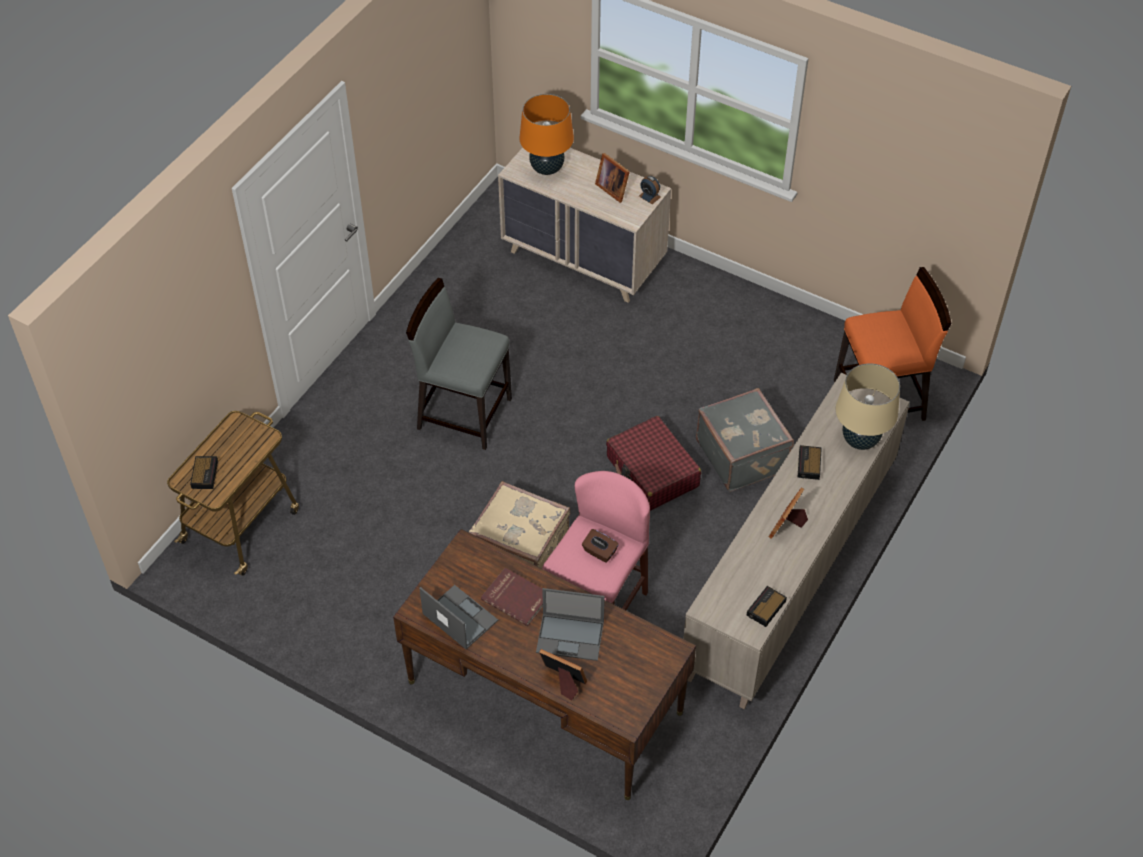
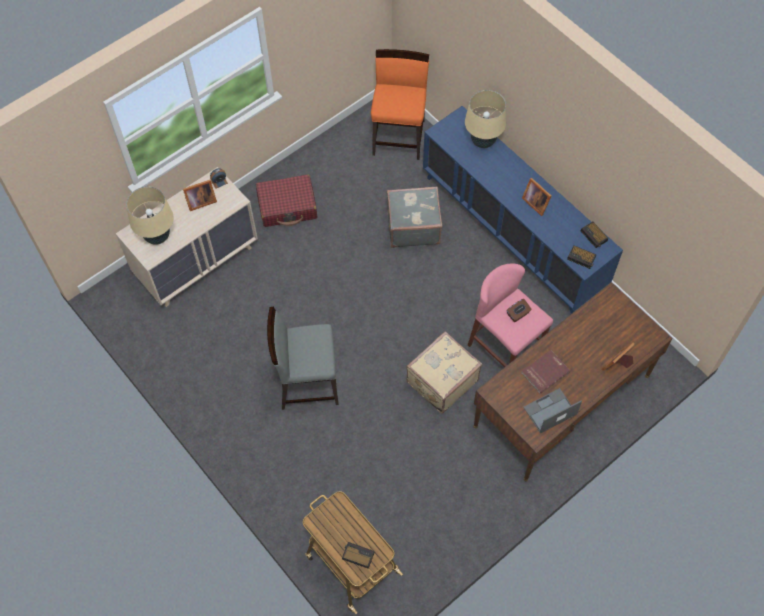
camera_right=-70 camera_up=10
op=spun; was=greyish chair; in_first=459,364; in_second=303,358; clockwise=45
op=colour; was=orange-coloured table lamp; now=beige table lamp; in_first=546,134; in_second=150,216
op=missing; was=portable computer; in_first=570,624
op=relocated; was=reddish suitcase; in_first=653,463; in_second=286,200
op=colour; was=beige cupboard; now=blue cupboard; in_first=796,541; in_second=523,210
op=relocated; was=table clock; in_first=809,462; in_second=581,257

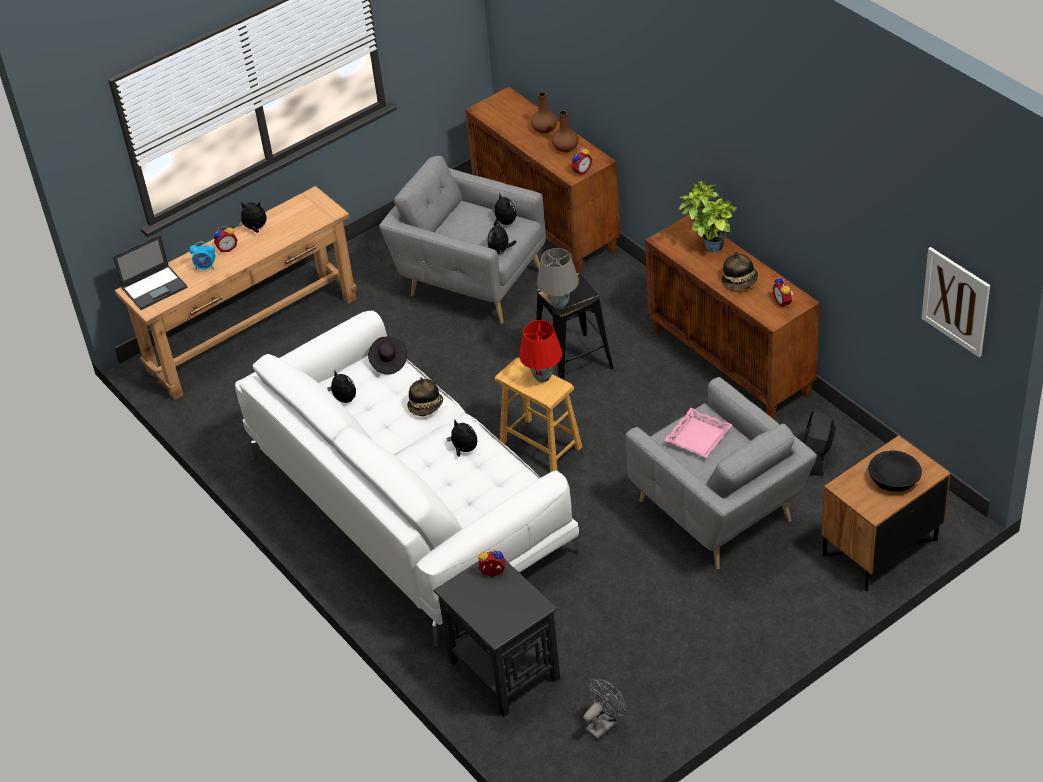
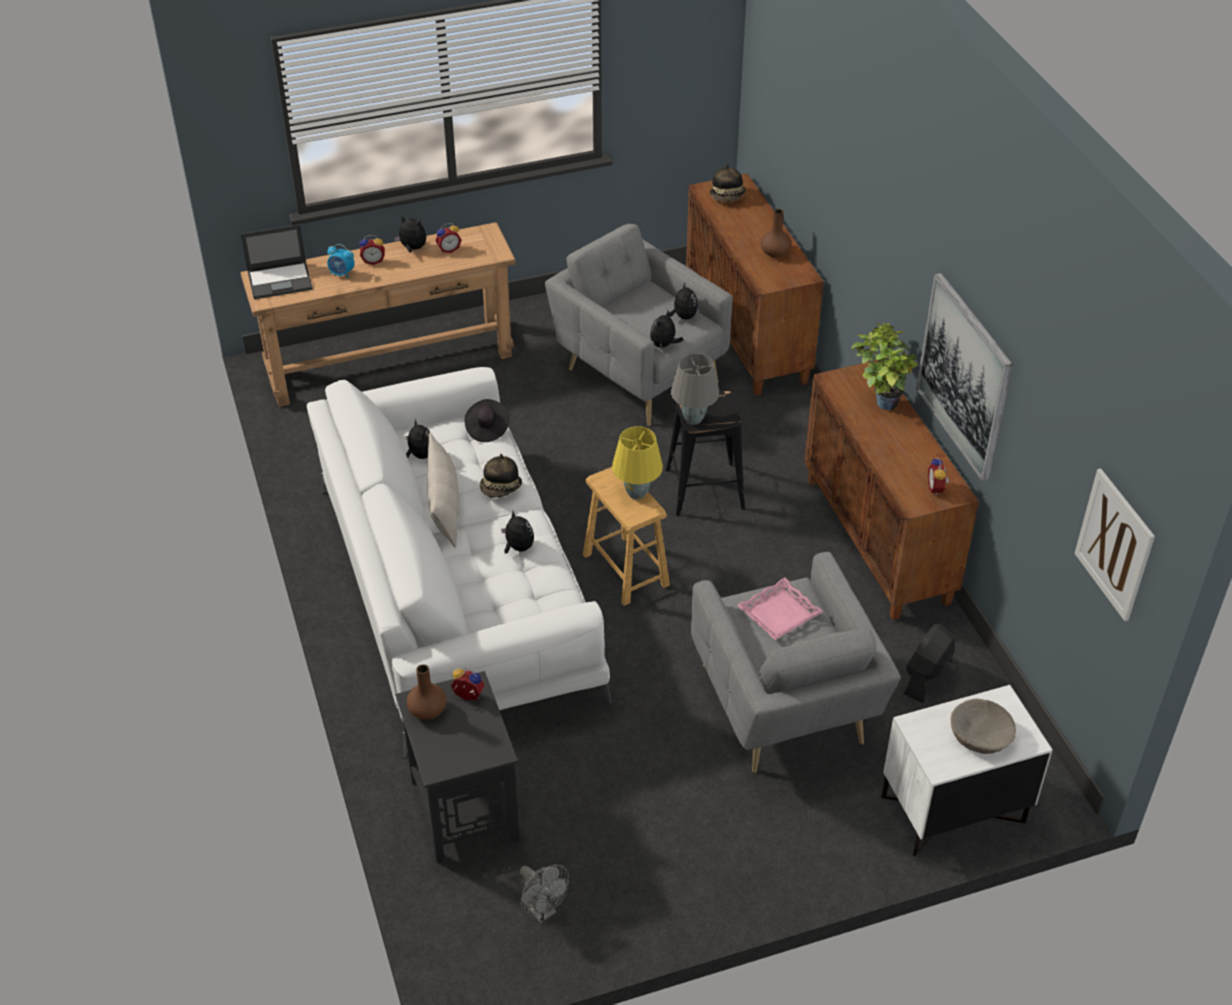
camera_right=15 camera_up=0
op=colour; was=reddish table lamp; now=yellowish table lamp; in_first=540,351; in_second=637,463
op=relocated; was=brown-coloured flower vase; in_first=544,113; in_second=427,692
op=relocated; was=table clock; in_first=581,161; in_second=448,238
op=spun; was=greyish cooling fan; in_first=604,709; in_second=544,894; clockwise=75
op=relocated; was=wearable hat; in_first=740,271; in_second=727,183
op=colour; was=brown-coloured night table; now=whitish night table; in_first=885,513; in_second=966,770
op=colour; was=black deep dish; now=beige deep dish; in_first=895,471; in_second=983,726
op=appeared; now=beige cushion; in_second=443,490
op=appeared; now=picture; in_second=964,377

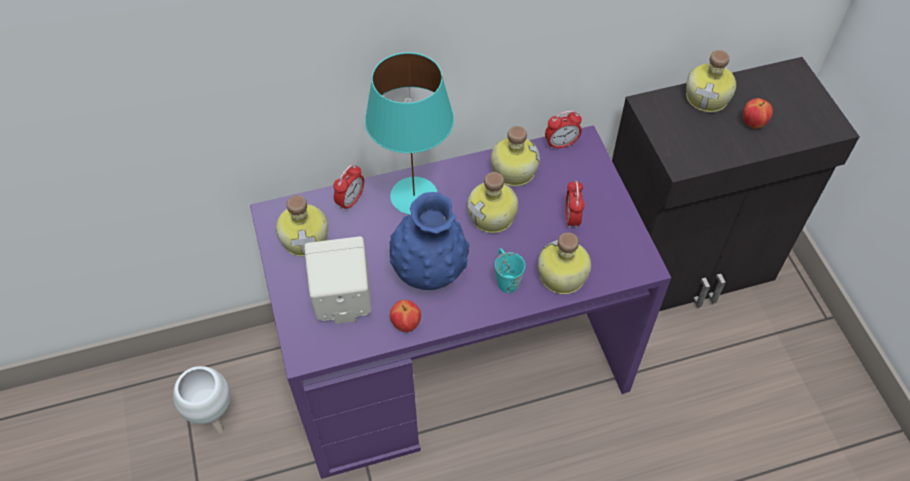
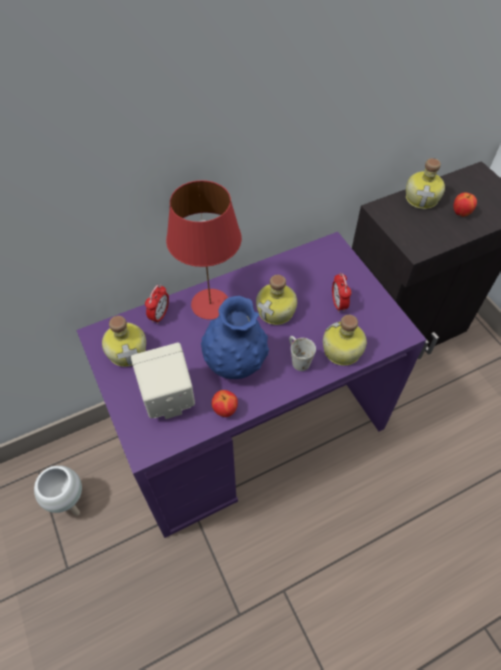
camera_right=-10 camera_up=0
op=colour; was=blue-green table lamp; now=reddish table lamp; in_first=409,133; in_second=204,250
op=missing; was=drink bottle; in_first=515,156
op=colour; was=blue-green coffee mug; now=whitish coffee mug; in_first=510,270; in_second=302,353
op=missing; was=table clock; in_first=563,130

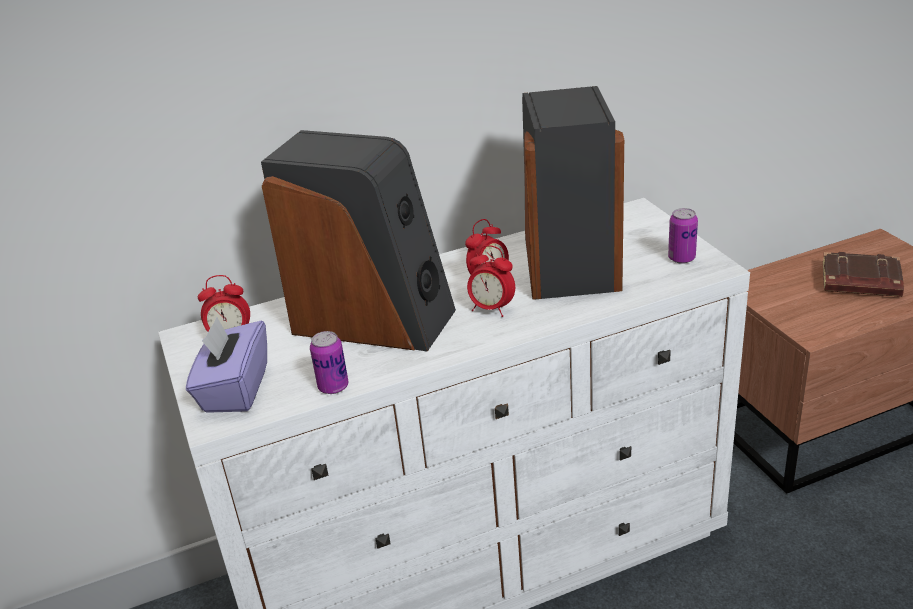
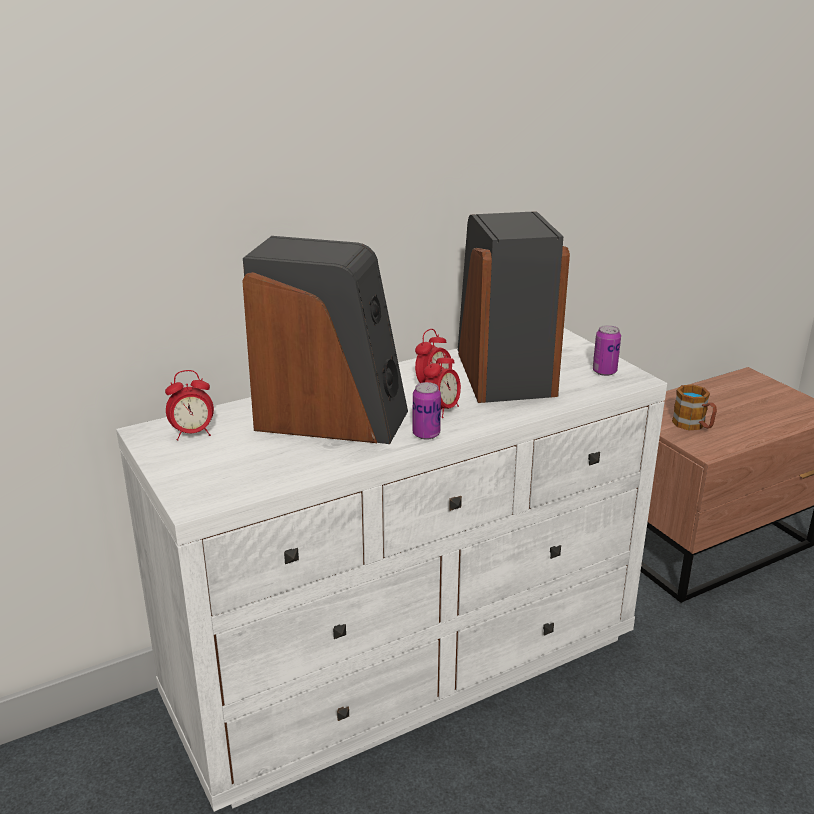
camera_right=-10 camera_up=-5
op=missing; was=purple-coloured tissue holder; in_first=226,365
op=relocated; was=can; in_first=329,362; in_second=427,411
op=spun; was=table clock; in_first=491,281; in_second=442,383; clockwise=-75
op=missing; was=brown-coloured book; in_first=863,274
op=appeared; now=coffee mug; in_second=694,407

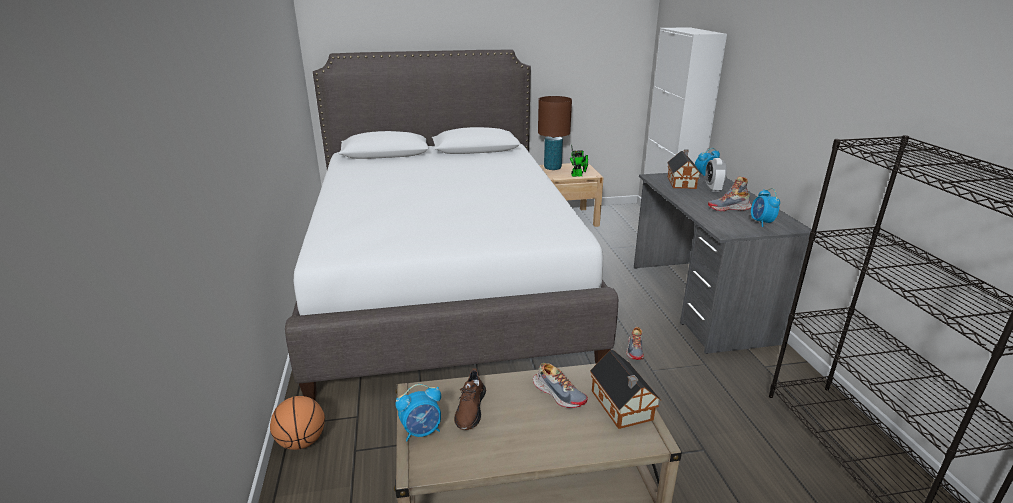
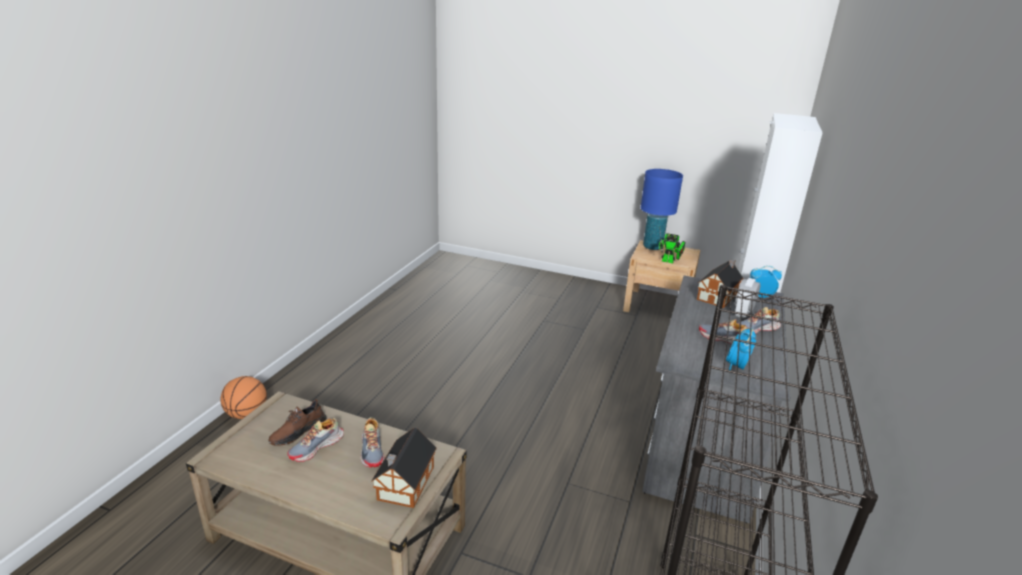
camera_right=30 camera_up=0
op=missing; was=whitish bedroom bed; in_first=451,225
op=missing; was=table clock; in_first=418,413
op=colour; was=brown-coloured table lamp; now=blue table lamp; in_first=555,133; in_second=662,209
op=relocated; was=item of footwear; in_first=635,343; in_second=315,440

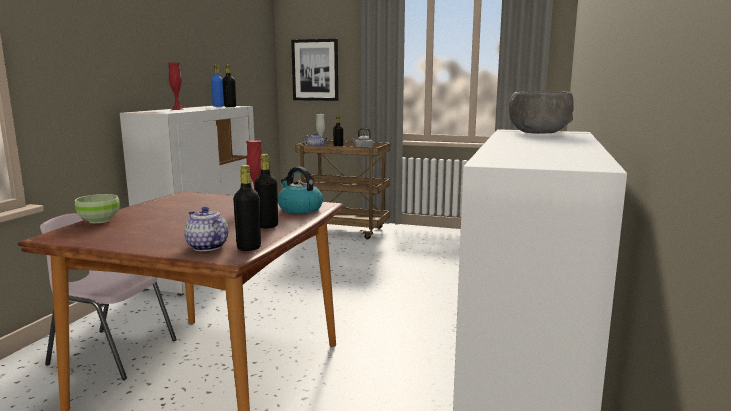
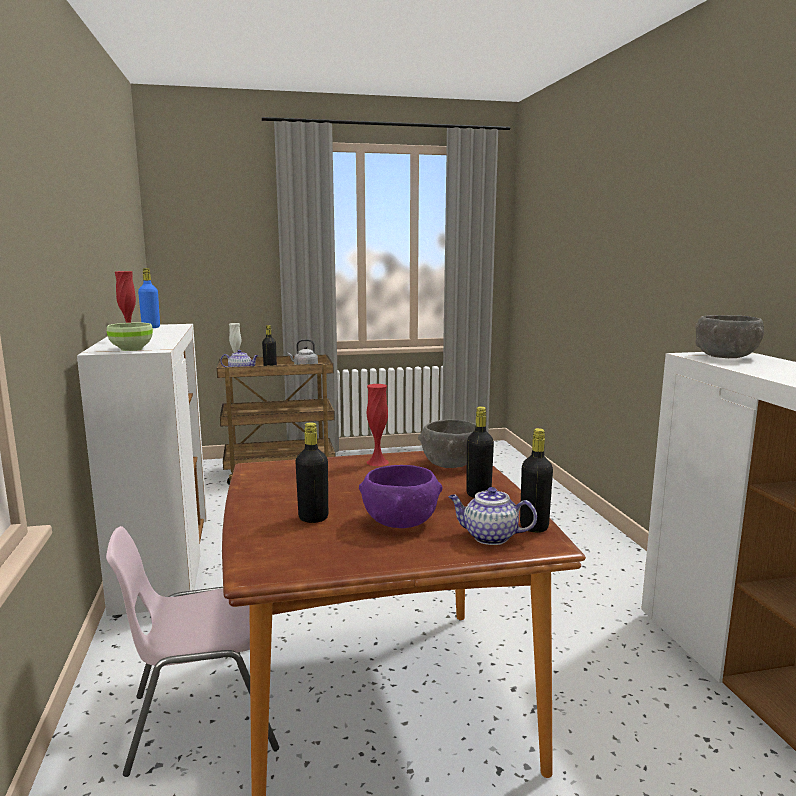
camera_right=-30 camera_up=0
op=relocated; was=greenish deep dish; in_first=97,208; in_second=130,337
op=relocated; was=black drink bottle; in_first=229,85; in_second=311,472
op=exchanged; was=kettle; now=greyish deep dish; in_first=300,190; in_second=447,443
op=missing; was=picture; in_first=314,70
op=appeared; now=purple-coloured deep dish; in_second=400,496

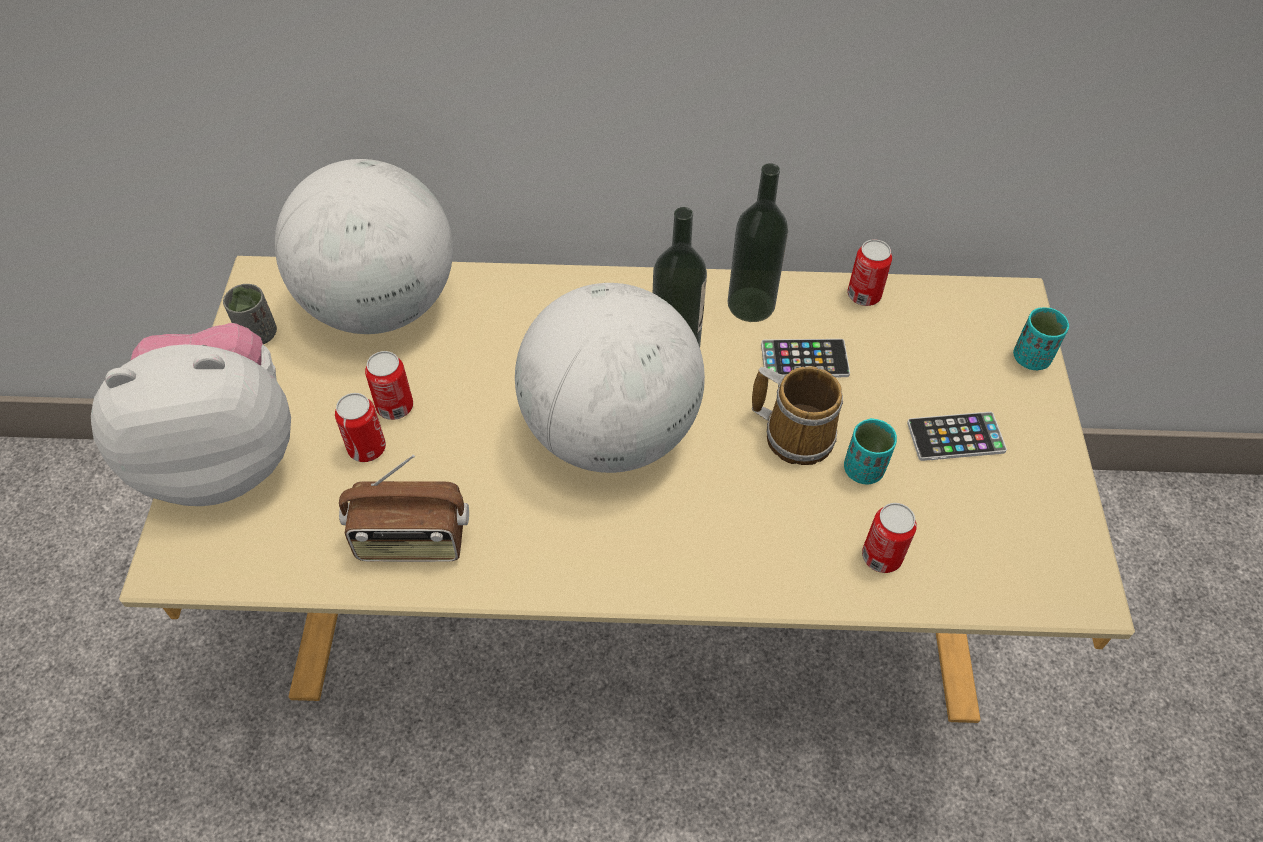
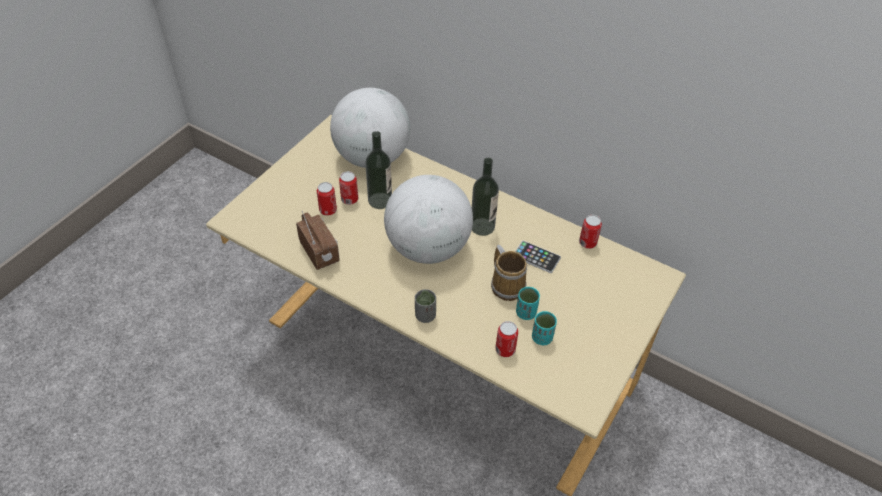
camera_right=30 camera_up=-5
op=missing; was=soft toy; in_first=191,414
op=relocated; was=greyish cup; in_first=250,314; in_second=425,306
op=spun; was=radio set; in_first=404,508; in_second=318,240; clockwise=-150
op=relocated; was=drink bottle; in_first=758,242; in_second=378,170
op=missing; was=telephone; in_first=957,436
op=relocated; was=blue-green cup; in_first=1041,338; in_second=544,328

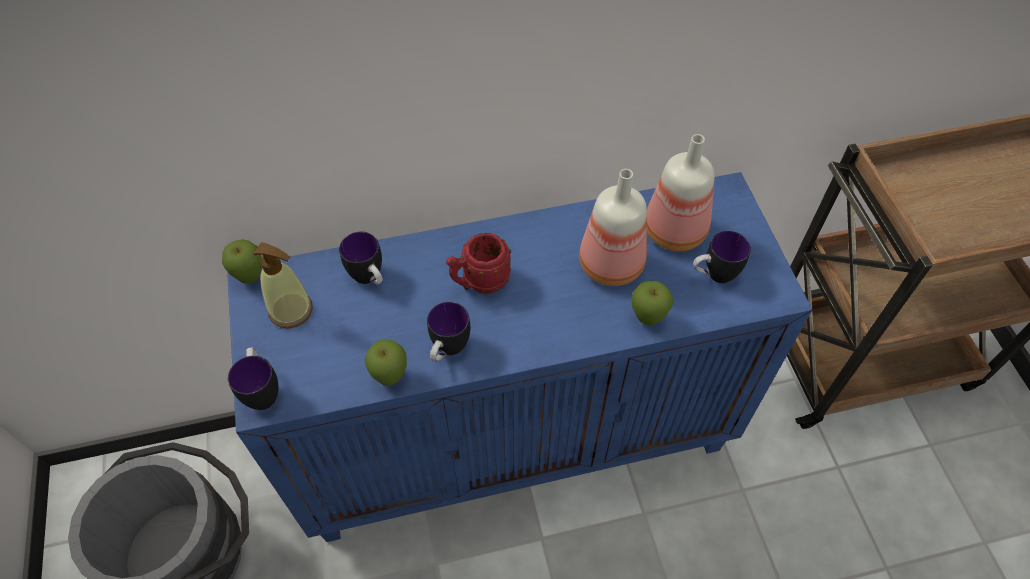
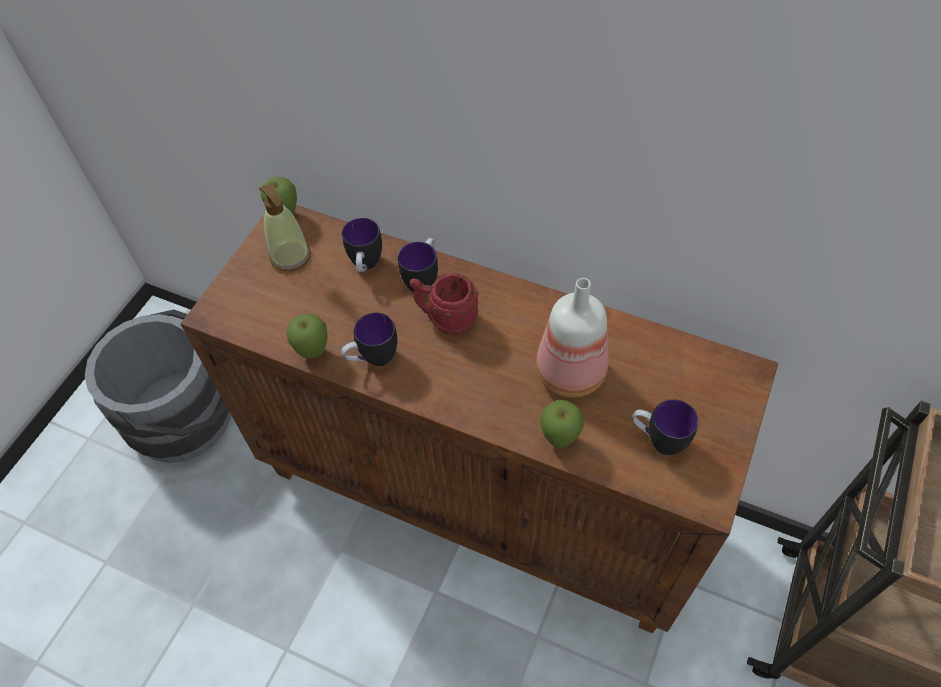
camera_right=40 camera_up=0
op=colour; was=blue cupboard; now=brown-coloured cupboard; in_first=519,357; in_second=479,419
op=relocated; was=coffee mug; in_first=253,378; in_second=418,265
op=missing; was=drink bottle; in_first=681,192

